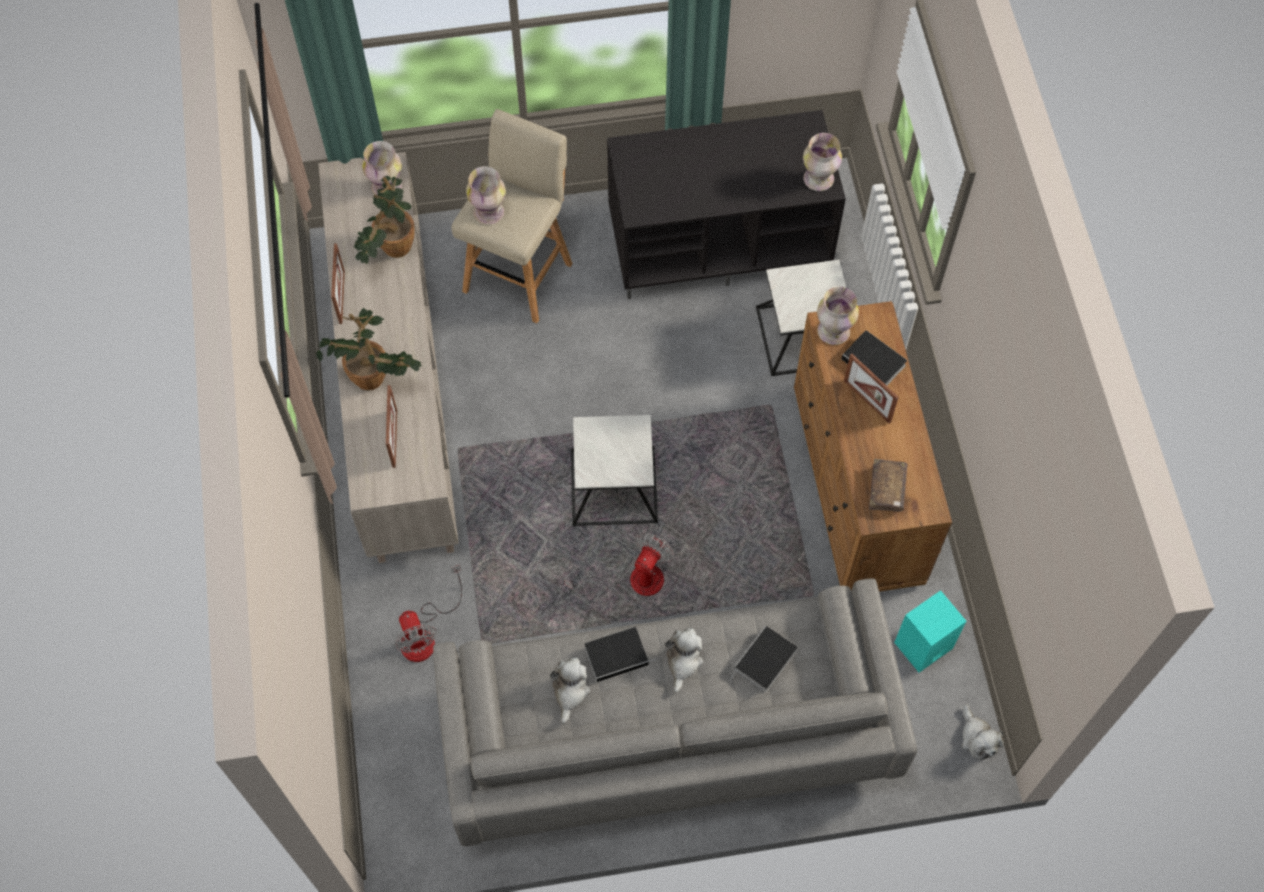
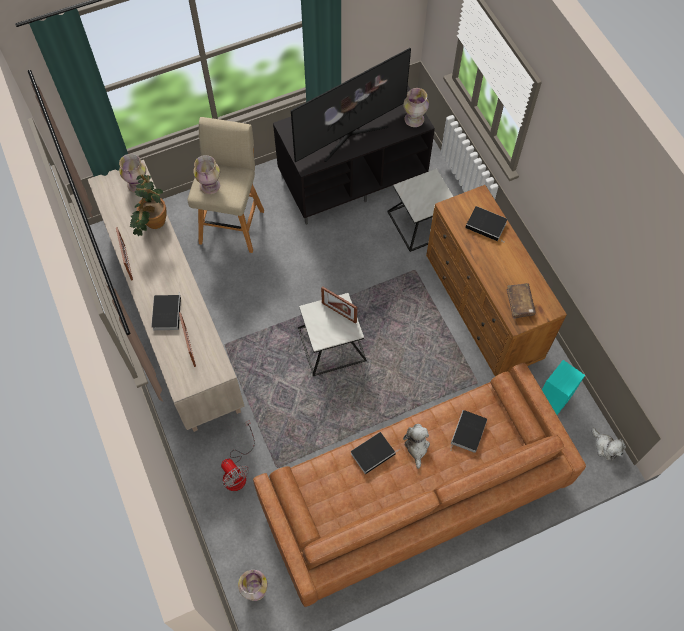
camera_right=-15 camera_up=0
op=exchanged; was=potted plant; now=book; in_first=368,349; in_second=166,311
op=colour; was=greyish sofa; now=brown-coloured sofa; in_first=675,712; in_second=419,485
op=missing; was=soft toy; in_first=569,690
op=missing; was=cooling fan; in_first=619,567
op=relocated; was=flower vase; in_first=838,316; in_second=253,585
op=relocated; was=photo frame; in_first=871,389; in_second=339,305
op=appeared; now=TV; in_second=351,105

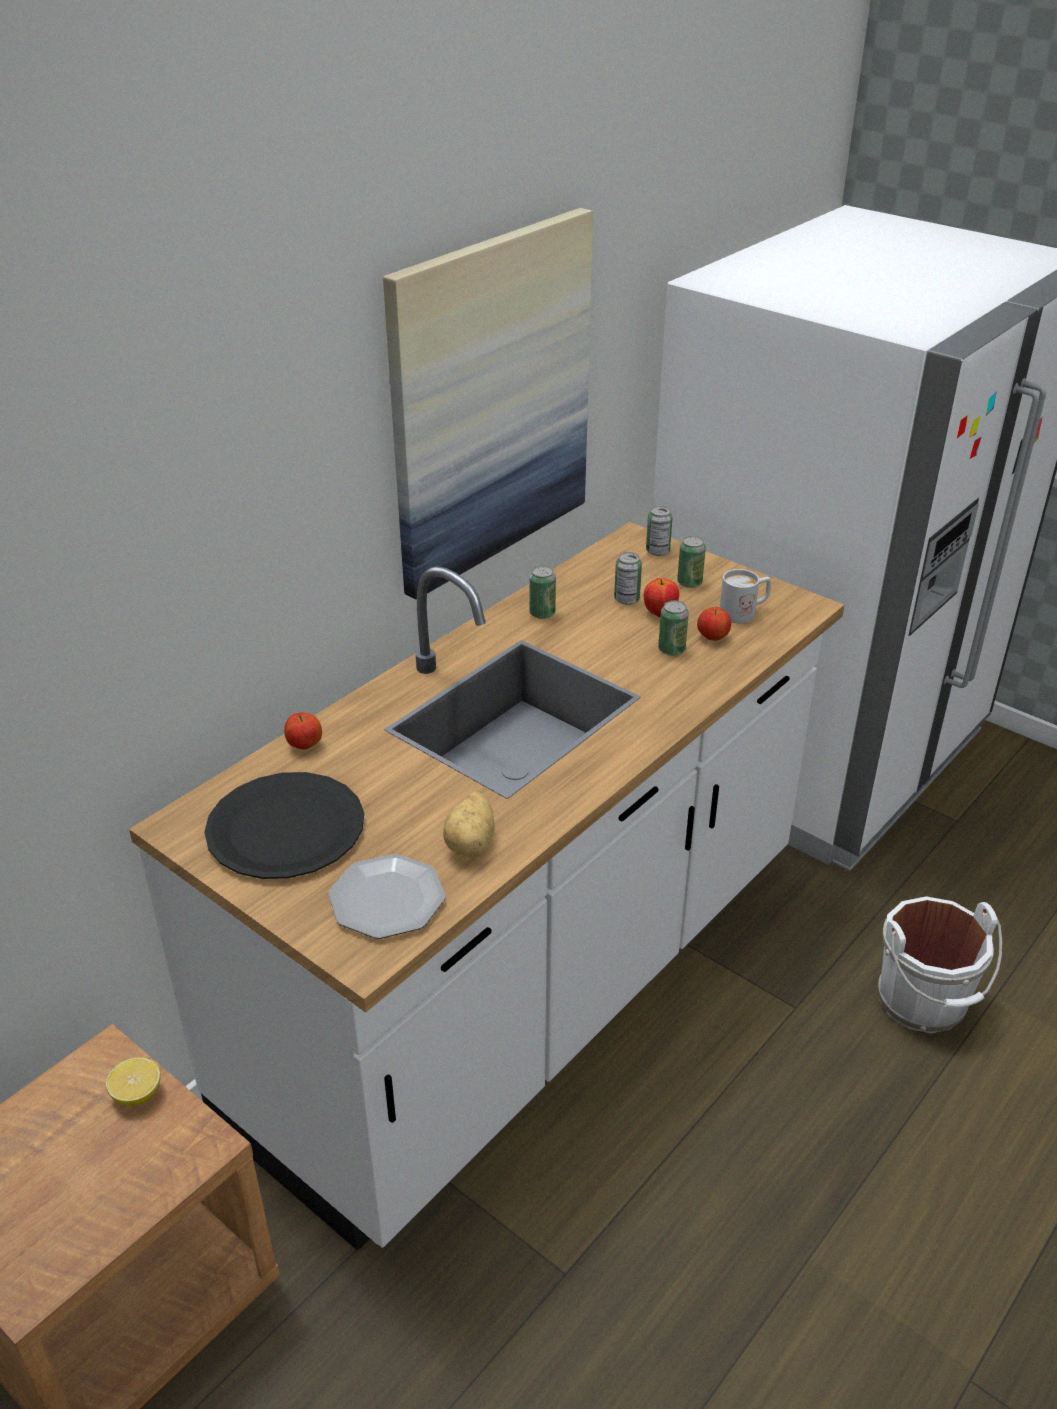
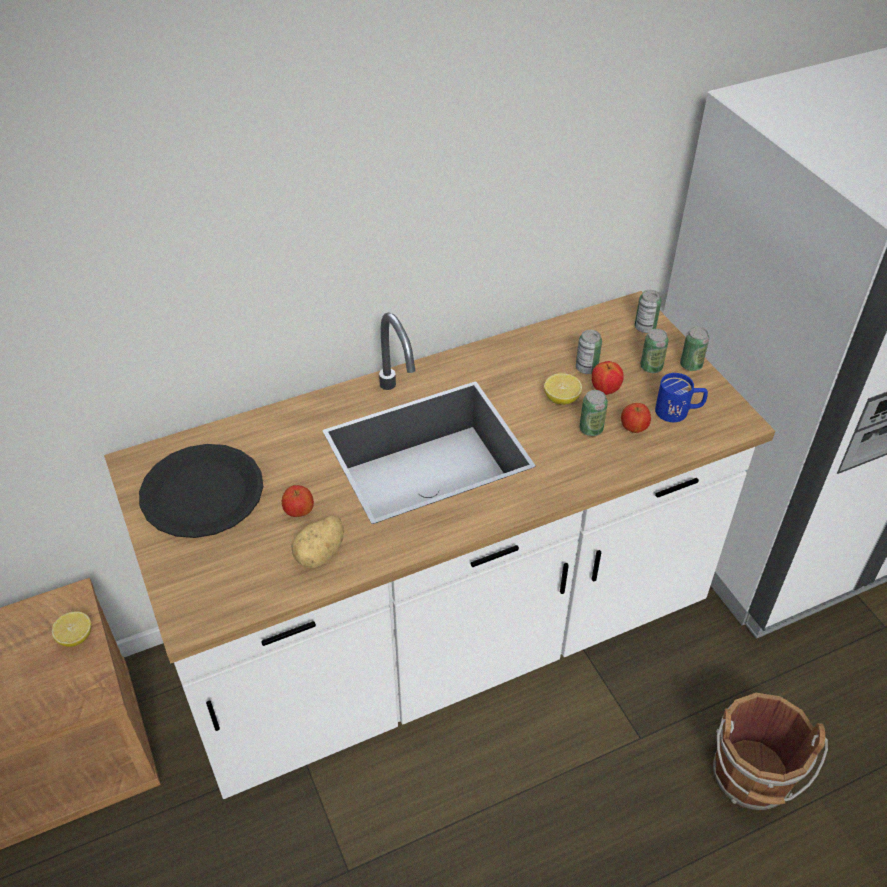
camera_right=25 camera_up=10
op=relocated; was=apple fruit; in_first=303,731; in_second=298,501
op=missing; was=plate; in_first=387,896
op=missing; was=picture; in_first=488,403
op=relocated; was=can; in_first=542,592; in_second=694,349
op=colour; was=whitish coffee mug; now=blue coffee mug; in_first=745,596; in_second=681,397
op=colour; was=whitish pail; now=brown-coloured pail; in_first=940,965; in_second=770,752
op=appeared; now=whole lemon; in_second=563,389

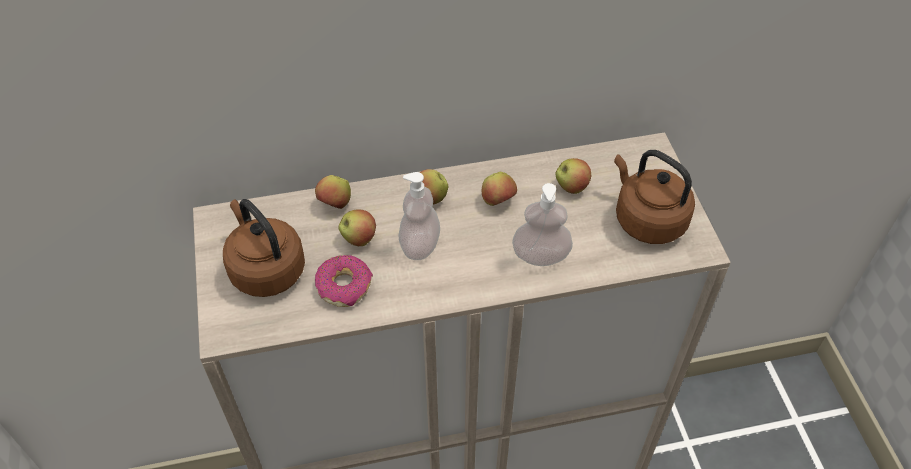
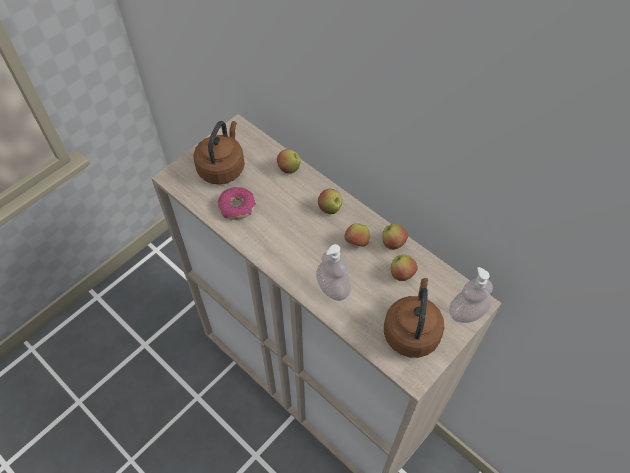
camera_right=55 camera_up=5
op=relocated; was=apple fruit; in_first=357,227; in_second=395,237
op=relocated; was=liquid soap bottle; in_first=419,216; in_second=471,295

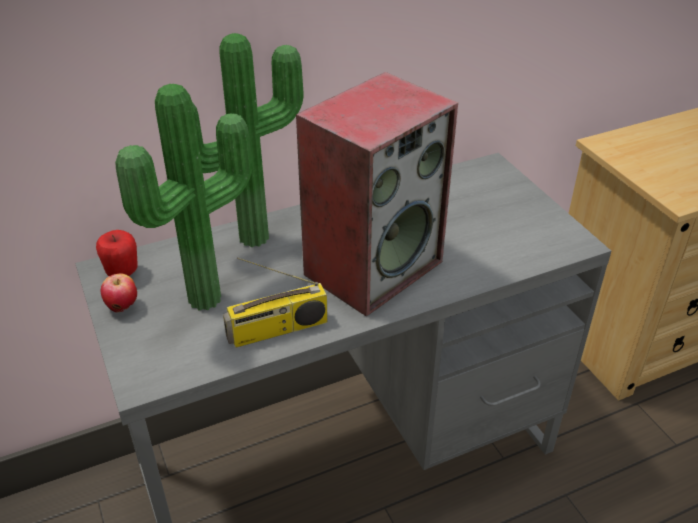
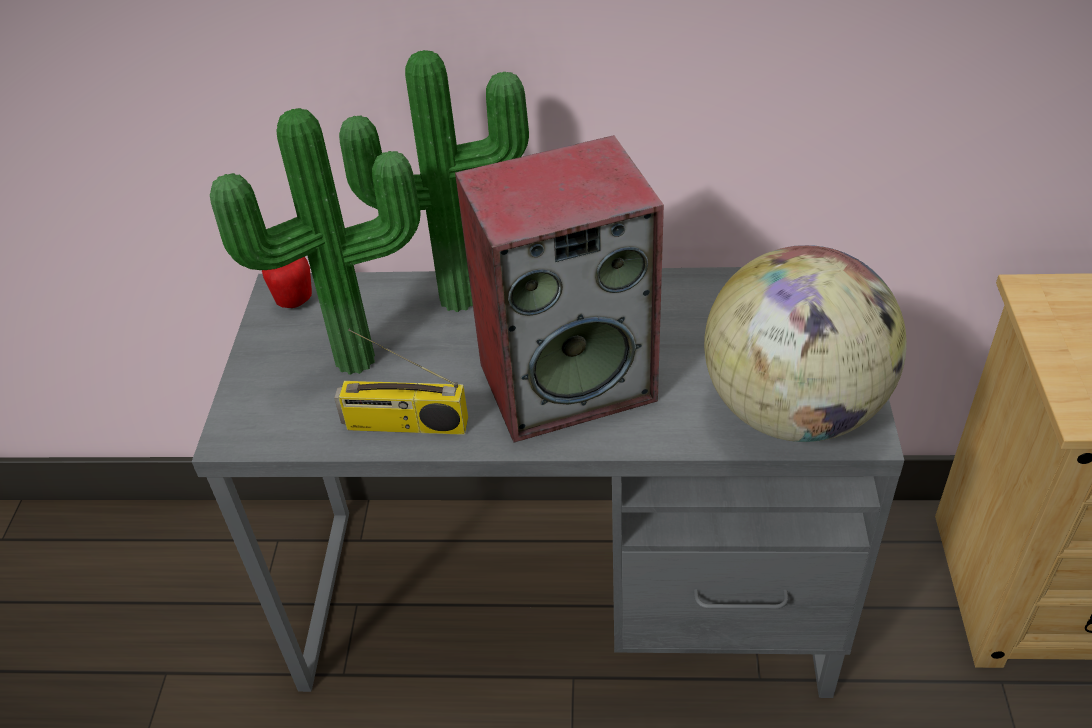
camera_right=30 camera_up=5
op=missing; was=apple fruit; in_first=119,293
op=appeared; now=desk globe; in_second=805,343

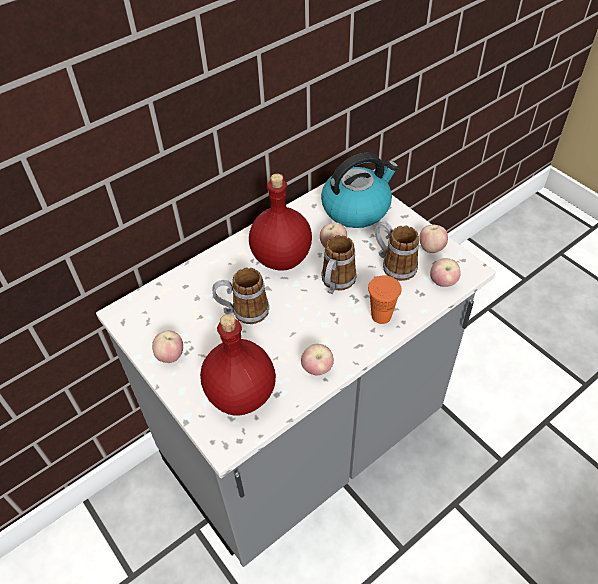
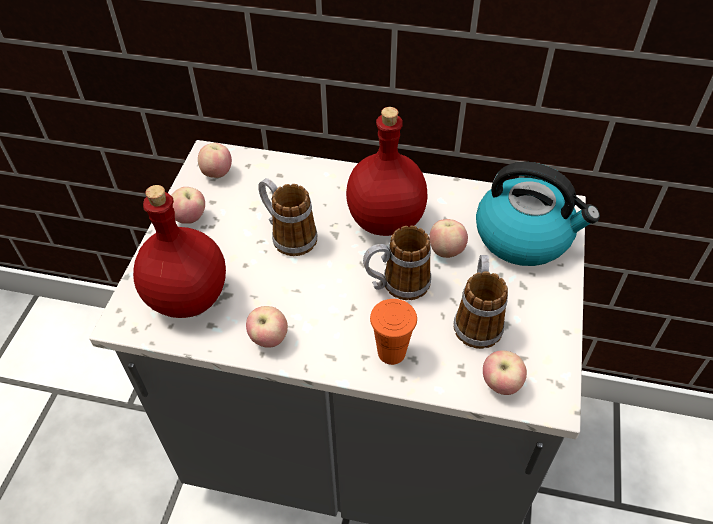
camera_right=50 camera_up=0
op=relocated; was=apple fruit; in_first=433,239; in_second=215,160

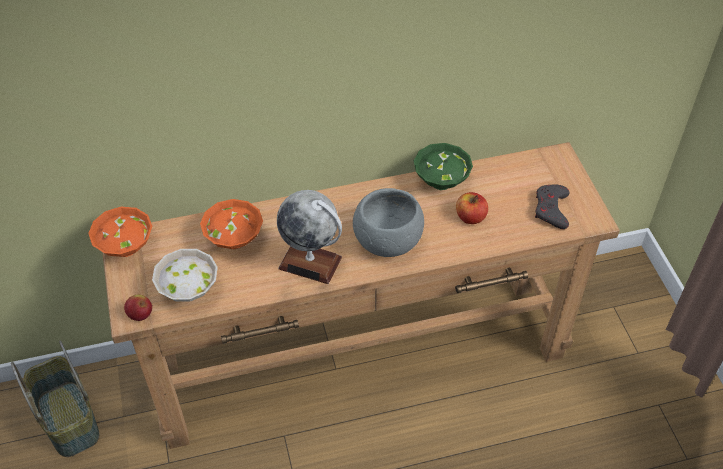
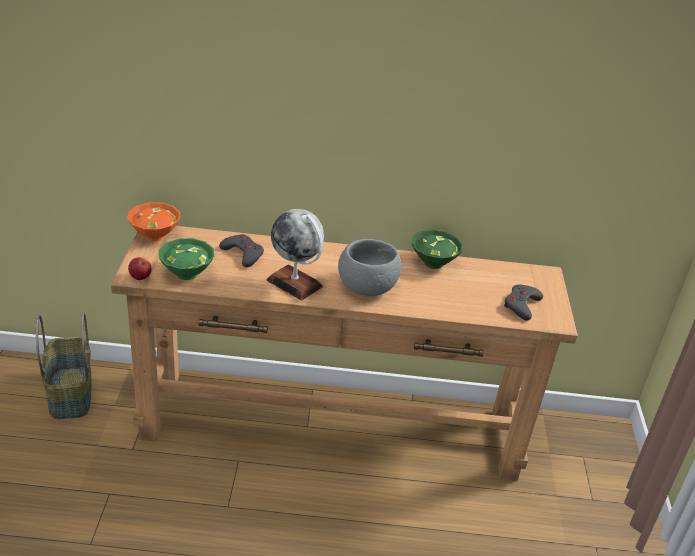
camera_right=15 camera_up=-15
op=colour; was=whitish deep dish; now=greenish deep dish; in_first=185,275; in_second=186,259
op=exchanged; was=orange-coloured deep dish; now=greyish gamepad; in_first=231,224; in_second=241,250
op=missing; was=apple fruit; in_first=472,208

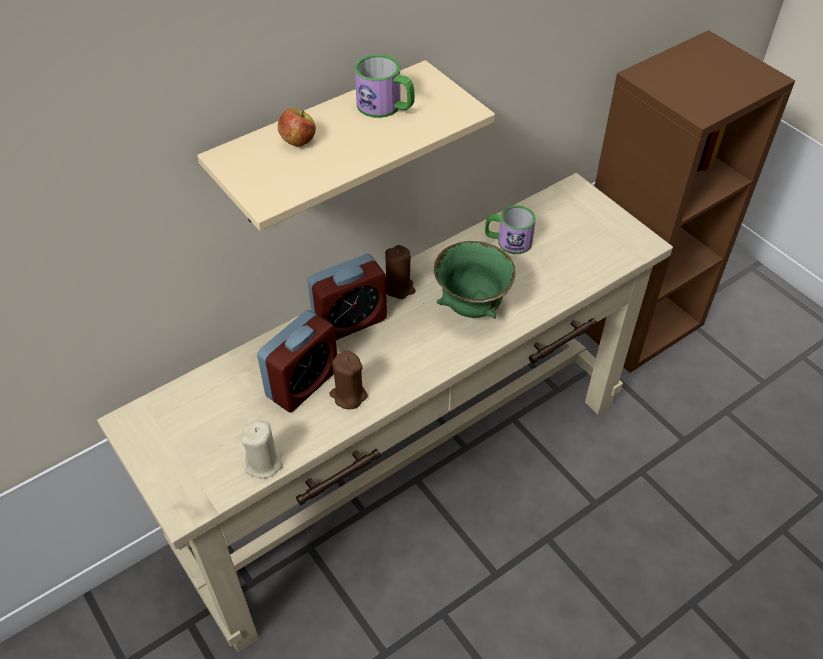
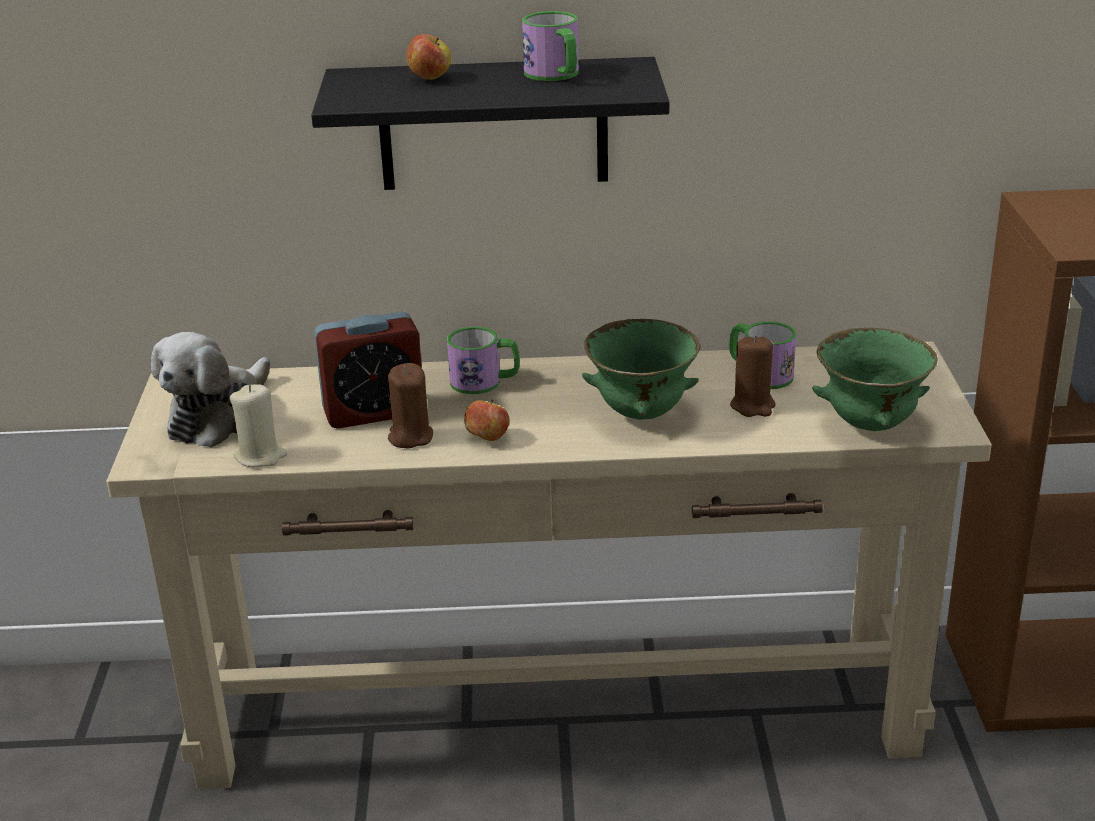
camera_right=35 camera_up=-20
op=colour; was=beige wall shelf; now=black wall shelf; in_first=346,145; in_second=490,123
op=exchanged; was=table clock; now=coffee mug; in_first=347,297; in_second=483,360
op=relocated; was=brown-coloured candle; in_first=400,272; in_second=753,376
op=appeared; now=soft toy; in_second=210,390
op=appeared; now=apple fruit; in_second=486,420
op=appeared; now=greenish deep dish; in_second=874,379

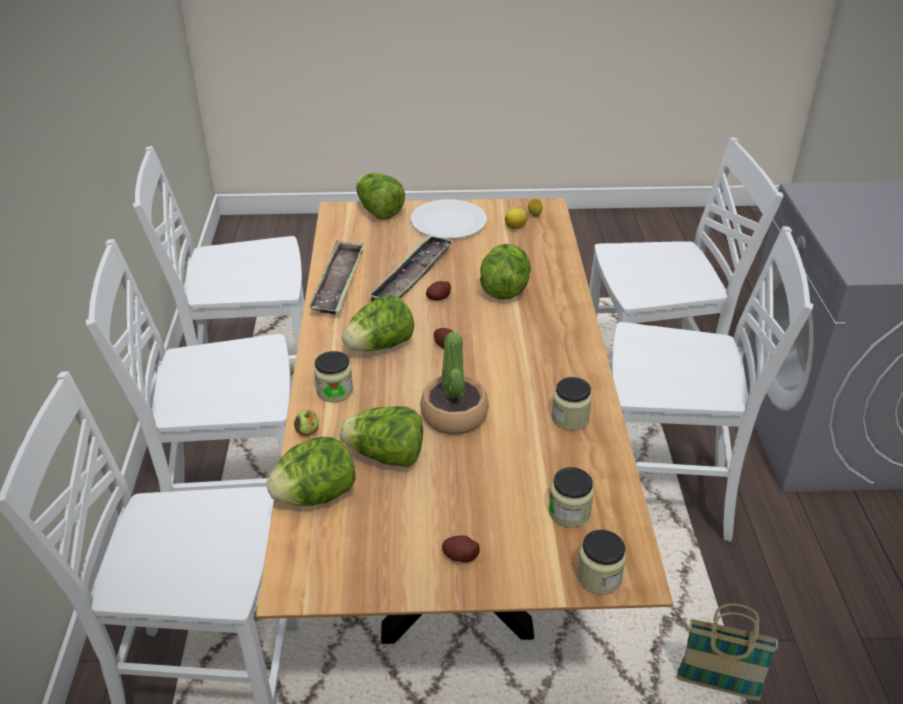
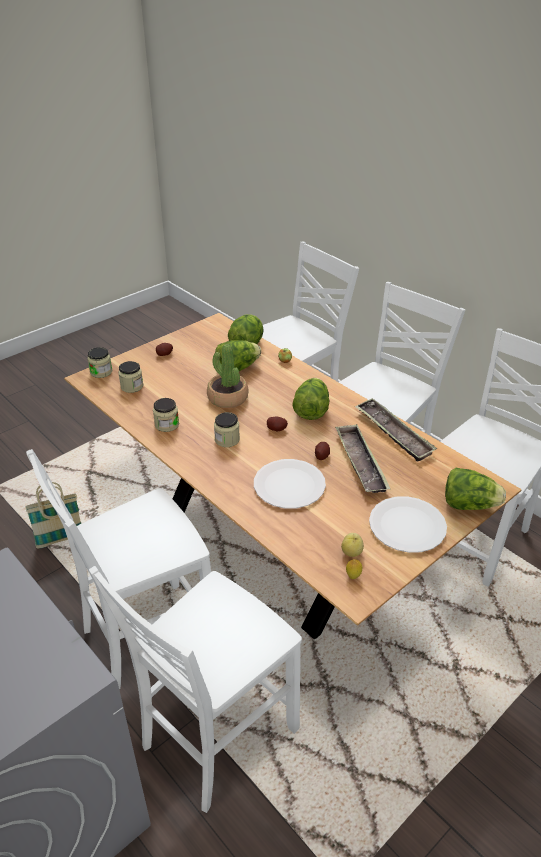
camera_right=140 camera_up=0
op=relocated; was=preserve jar; in_first=333,376; in_second=227,429
op=exchanged; was=head of lettuce; now=whitish plate; in_first=505,272; in_second=290,484
op=exchanged; was=whole lemon; now=apple fruit; in_first=516,218; in_second=352,545

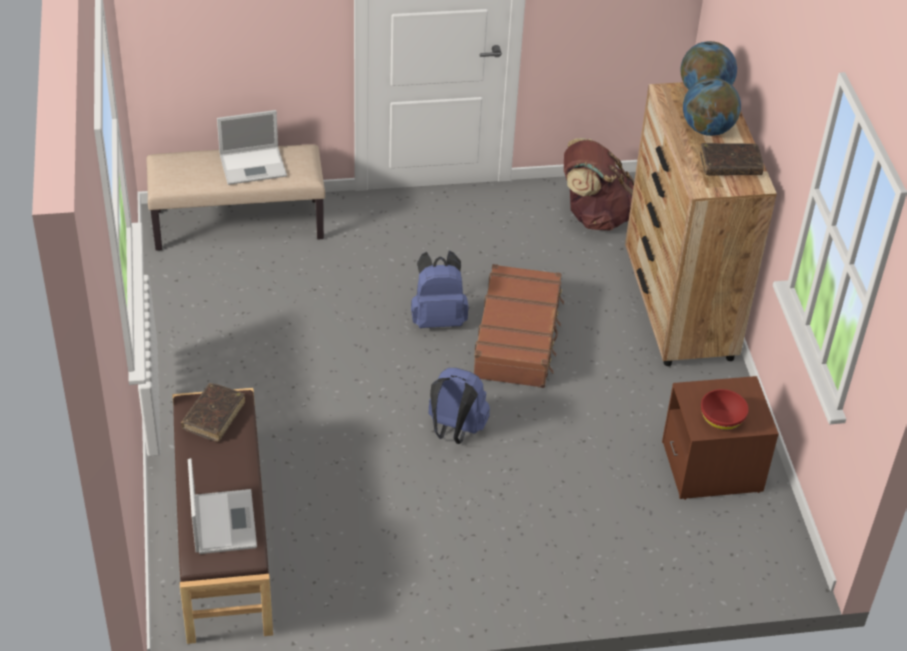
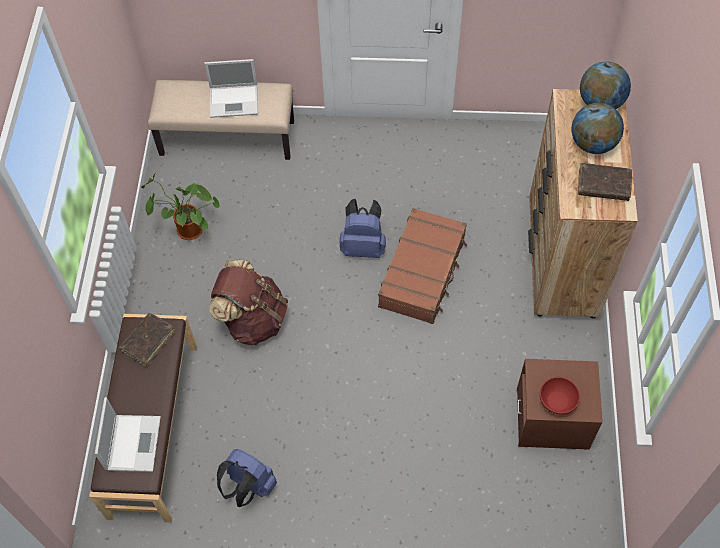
camera_right=15 camera_up=15
op=relocated; was=blue knapsack; in_first=459,406; in_second=247,478
op=relocated; was=brown-coloured knapsack; in_first=599,184; in_second=248,302
op=appeared; now=potted plant; in_second=180,206

